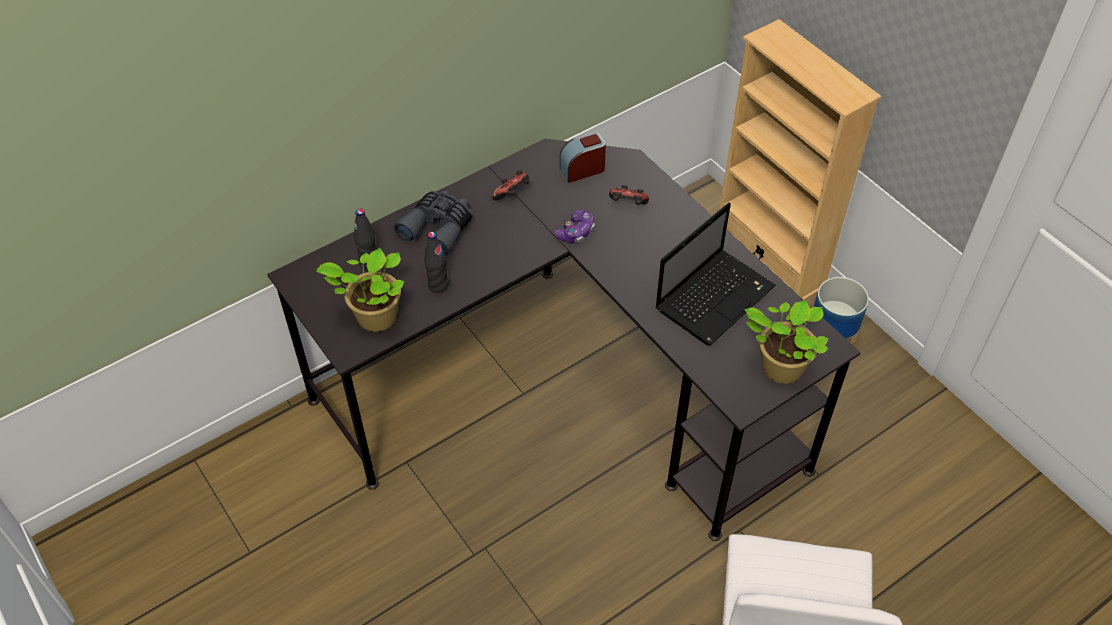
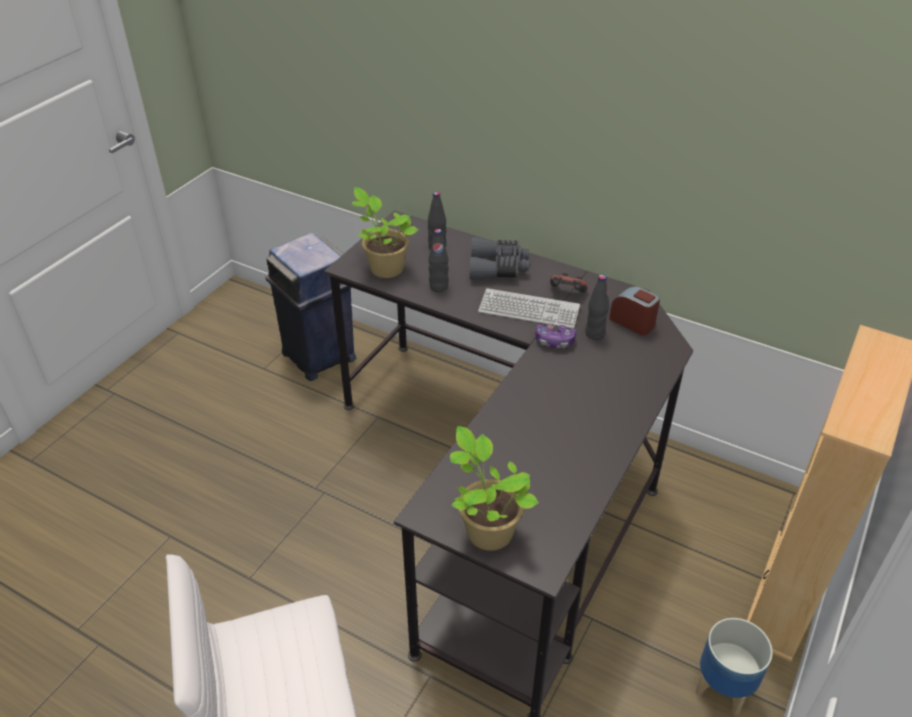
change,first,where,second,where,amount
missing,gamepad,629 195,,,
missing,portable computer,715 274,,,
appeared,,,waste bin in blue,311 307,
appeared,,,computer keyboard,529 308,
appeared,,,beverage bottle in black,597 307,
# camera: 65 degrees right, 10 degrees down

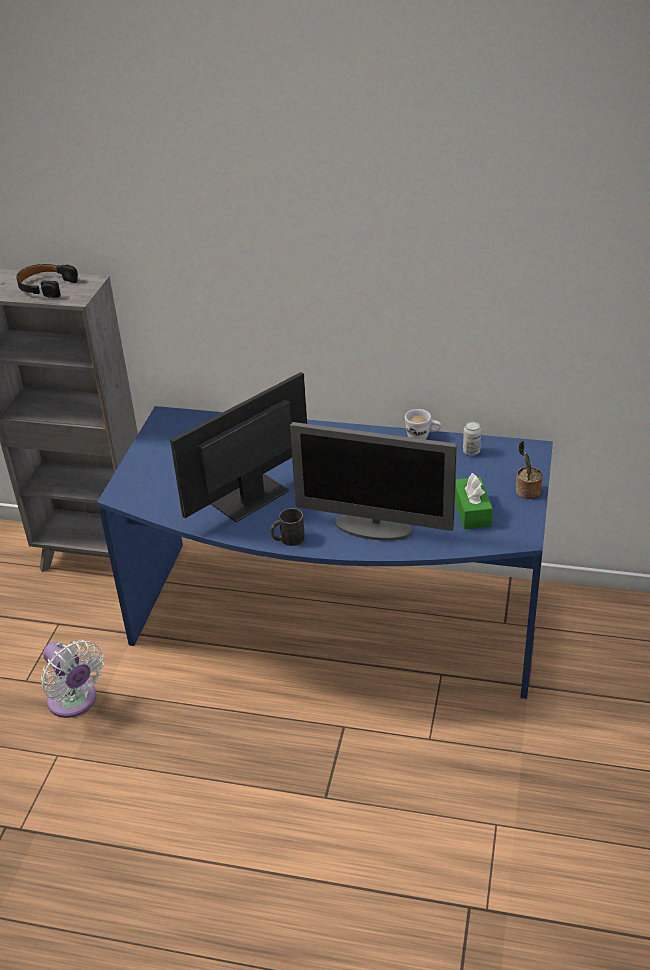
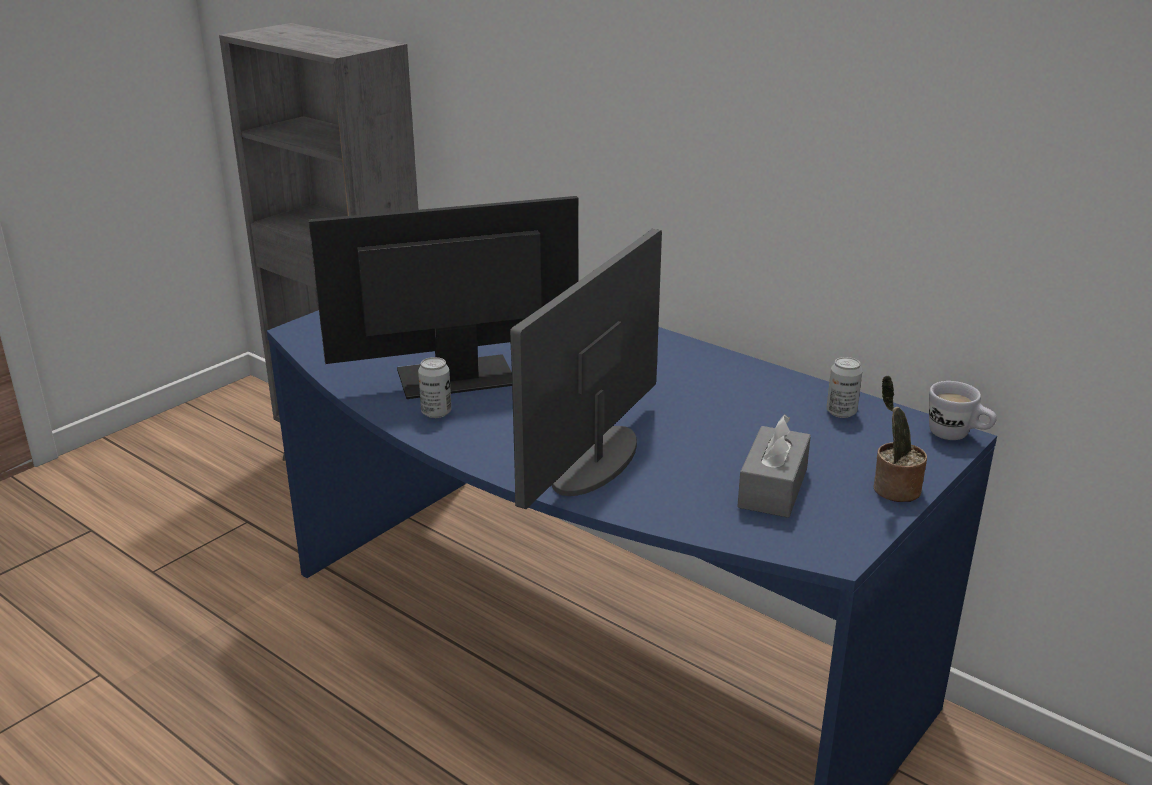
change,first,where,second,where,amount
missing,headset in black,47 281,,,
missing,electric fan in white,72 679,,,
missing,coffee mug in black,287 527,,,
appeared,,,sealed can,434 387,
relocated,coffee mug in white,423 424,,963 410,
colour,tissue box in green-coloured,474 501,tissue box in greyish,774 466,
spun,computer display,373 481,,586 369,75 degrees clockwise
# camera: 25 degrees right, 10 degrees down

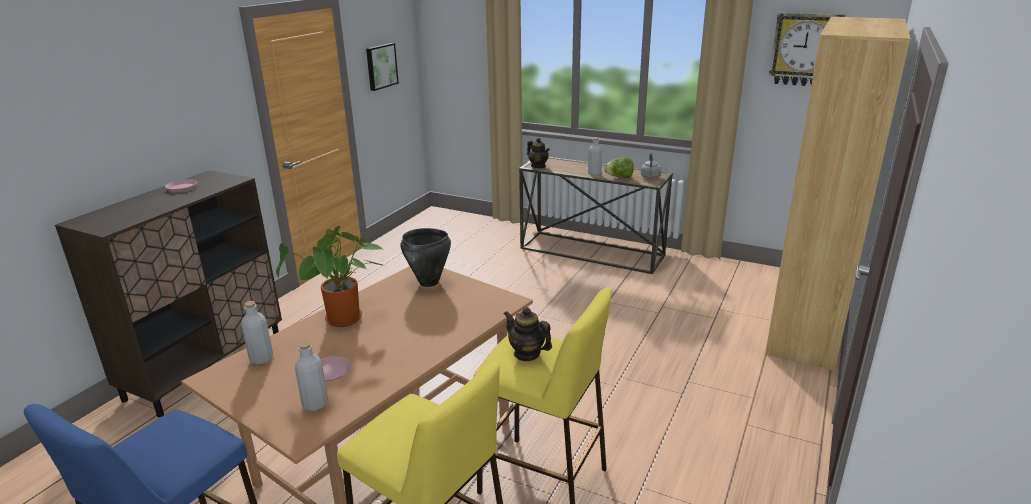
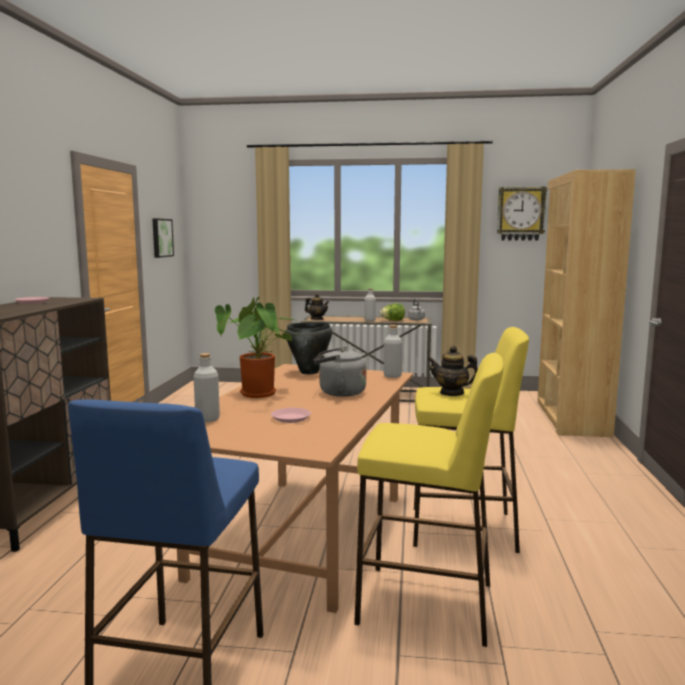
change,first,where,second,where,amount
appeared,,,water kettle in greyish,339 372,
relocated,beverage bottle in greyish,311 376,,393 351,
# camera: 20 degrees left, 15 degrees down

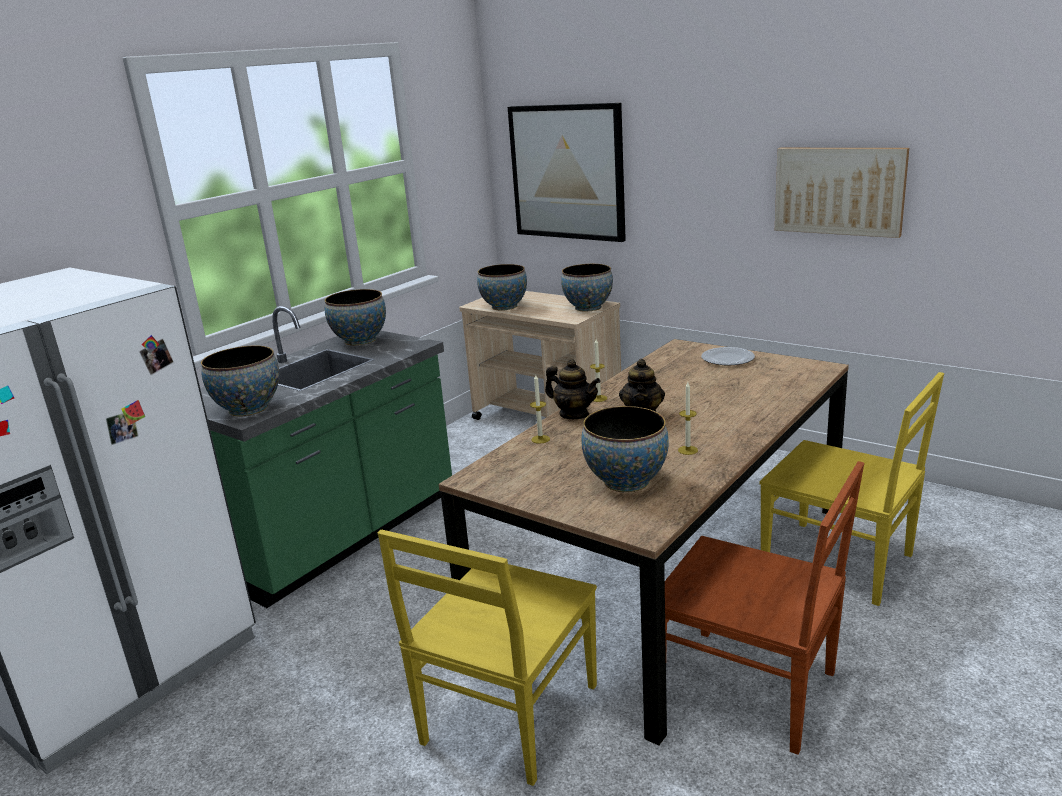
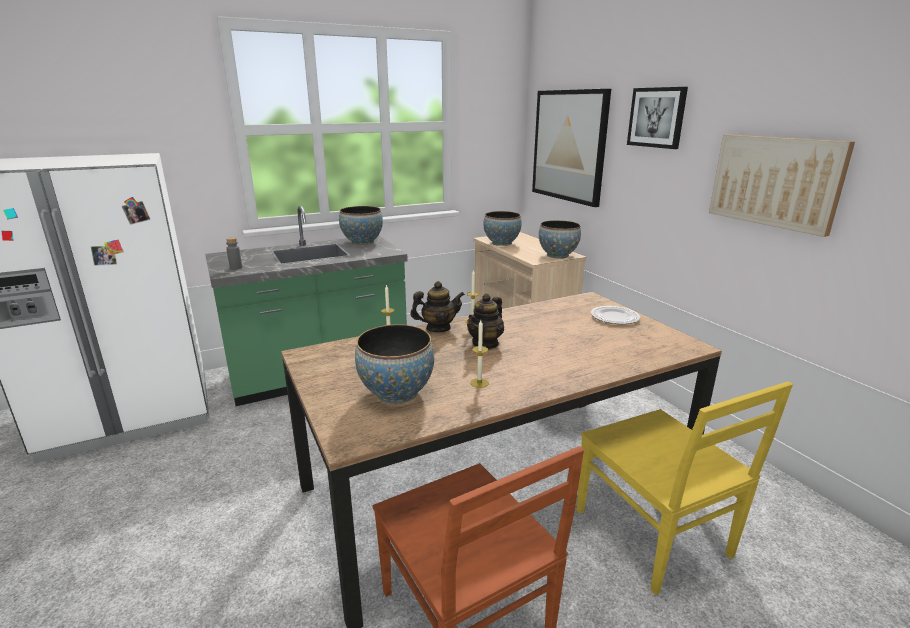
change,first,where,second,where,amount
missing,plain chair in yellowish,487 658,,,
appeared,,,wall picture,657 118,
exchanged,bowl,240 381,beverage bottle in greyish,234 253,
spun,teapot,573 389,,437 306,75 degrees counterclockwise
# camera: 25 degrees right, 0 degrees up

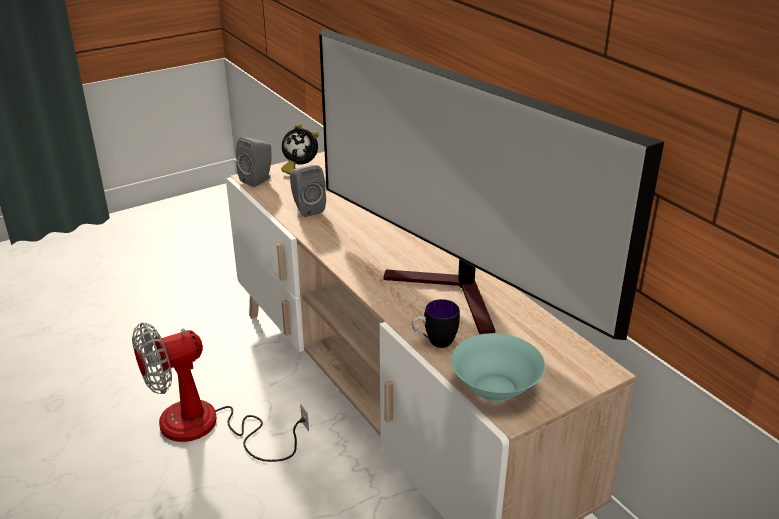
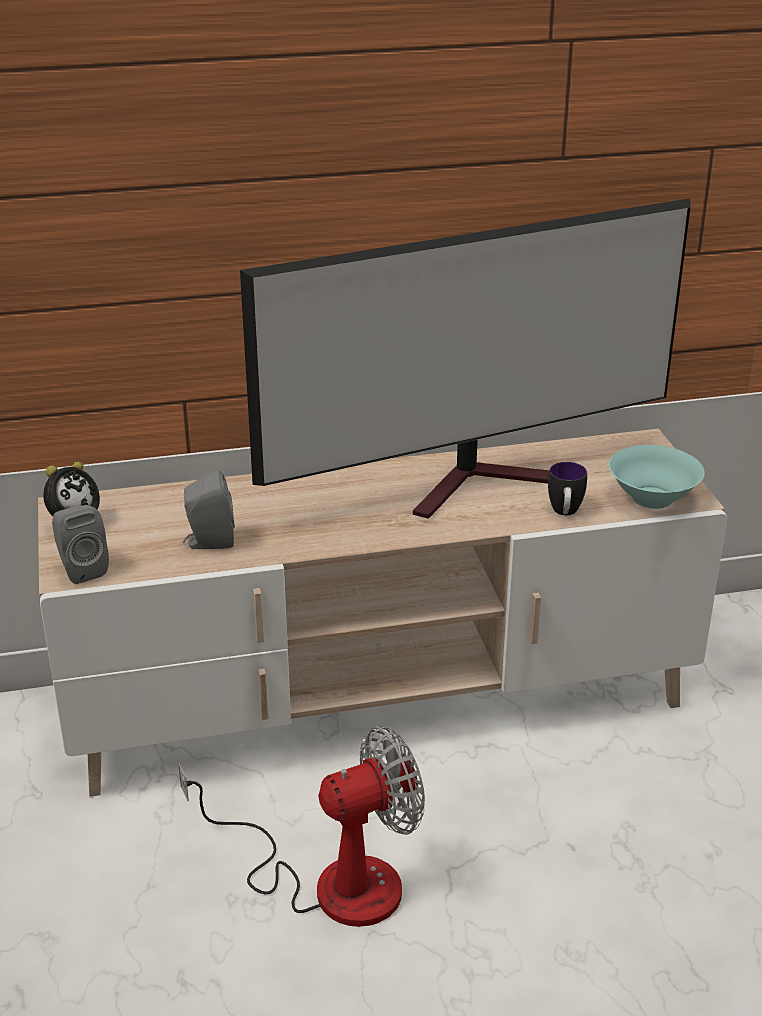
change,first,where,second,where,amount
spun,electric fan,220 392,,301 826,105 degrees counterclockwise
# camera: 70 degrees left, 0 degrees up

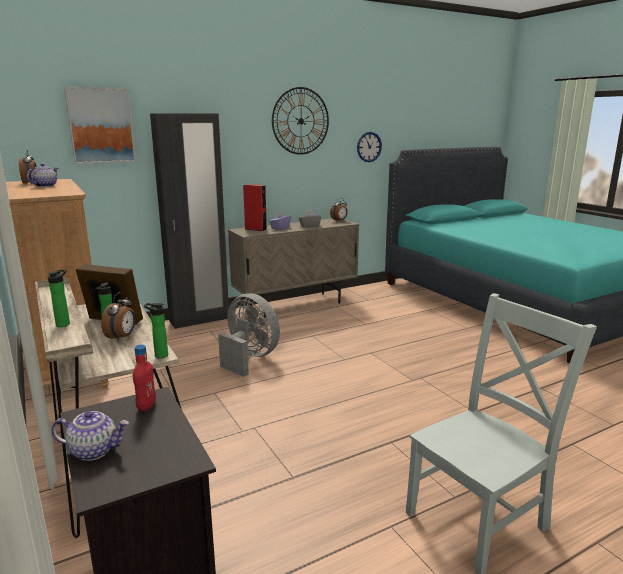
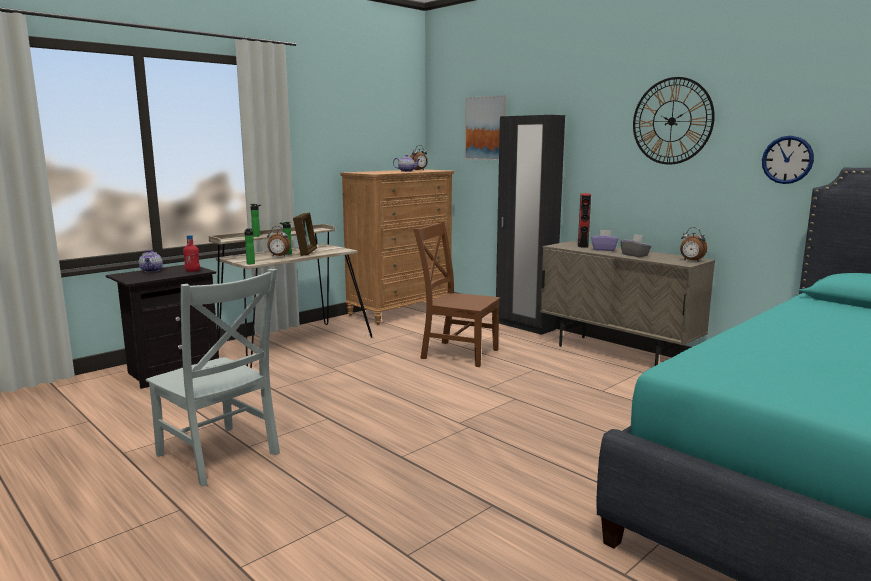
change,first,where,second,where,amount
exchanged,electric fan in greyish,249 335,plain chair in brownish,456 294,
# camera: 75 degrees right, 5 degrees down

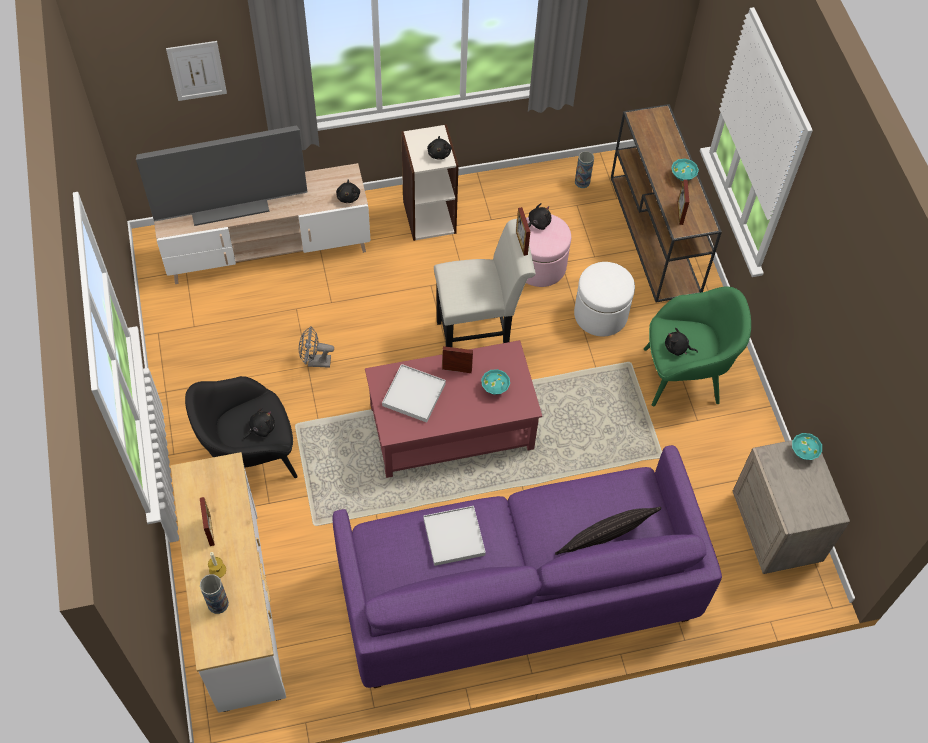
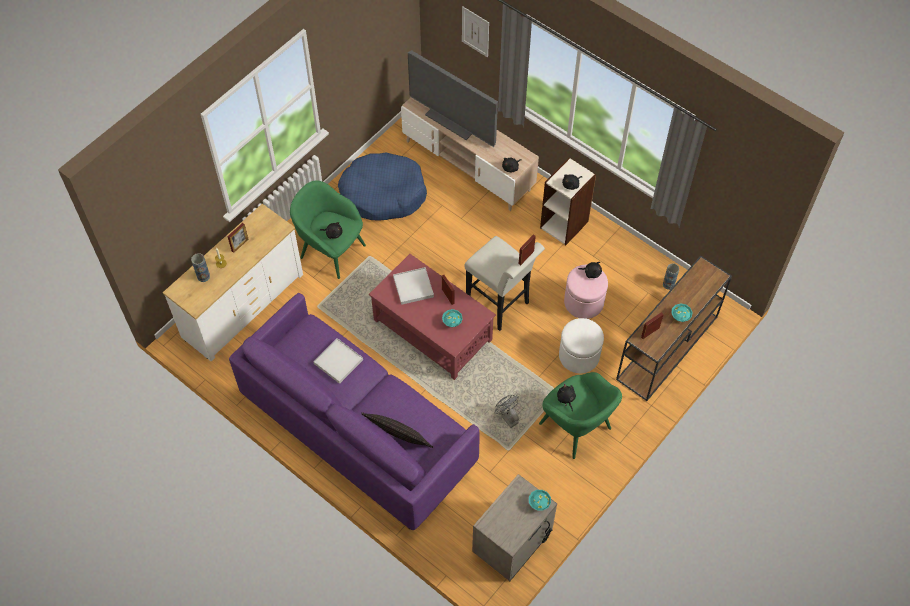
change,first,where,second,where,amount
appeared,,,dog bed in blue,382 186,
relocated,electric fan in greyish,316 347,,507 411,
colour,easy chair in black,241 427,easy chair in green-coloured,328 229,
# camera: 55 degrees right, 0 degrees up

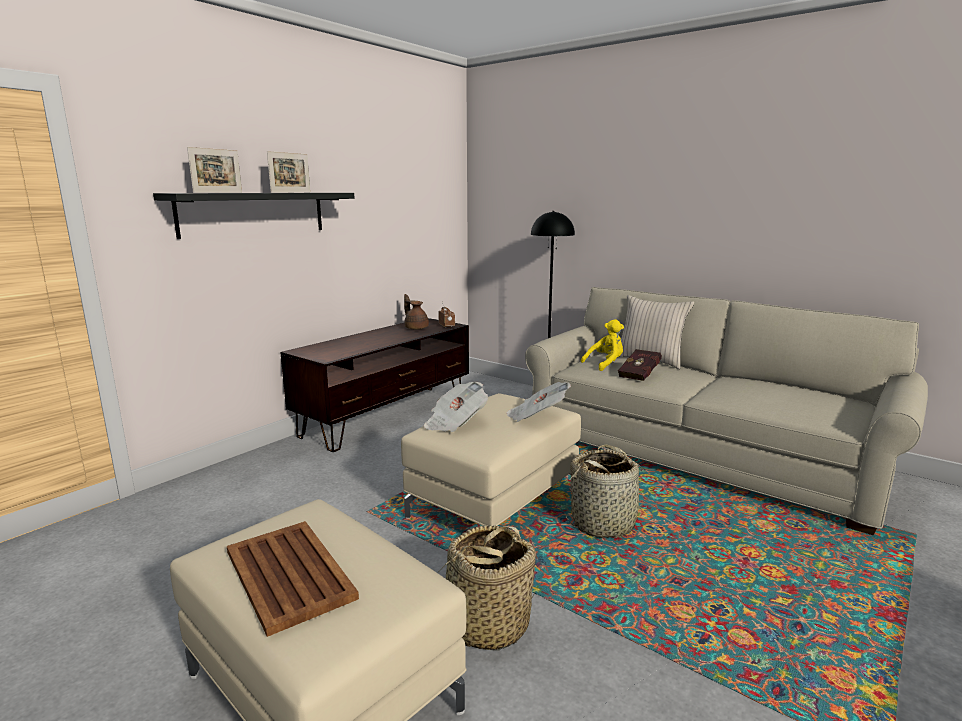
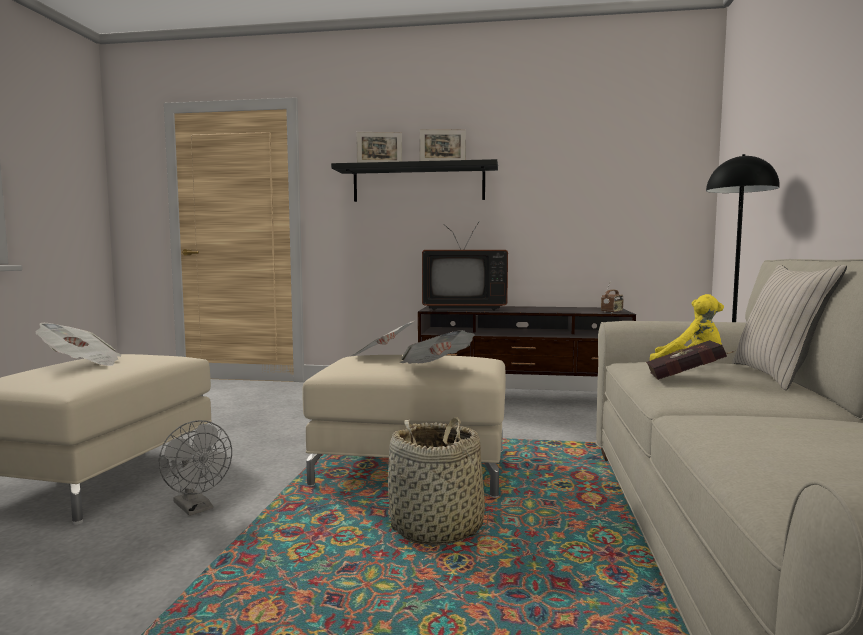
change,first,where,second,where,amount
missing,teapot in brownish,416 312,,,
appeared,,,television,465 266,
exchanged,serving tray in brownish,293 579,printed paper,78 344,
exchanged,storage basket,487 587,electric fan in greyish,195 468,
# camera: 60 degrees right, 10 degrees down

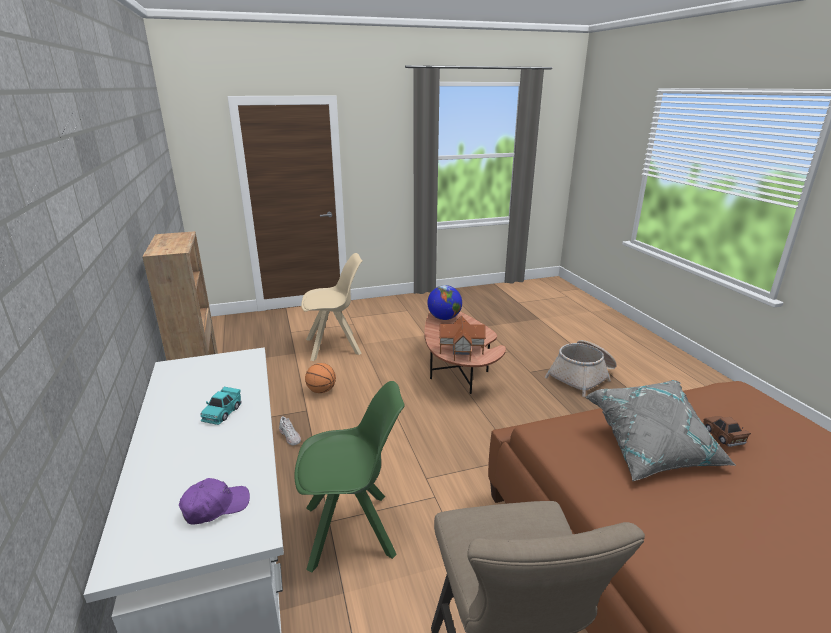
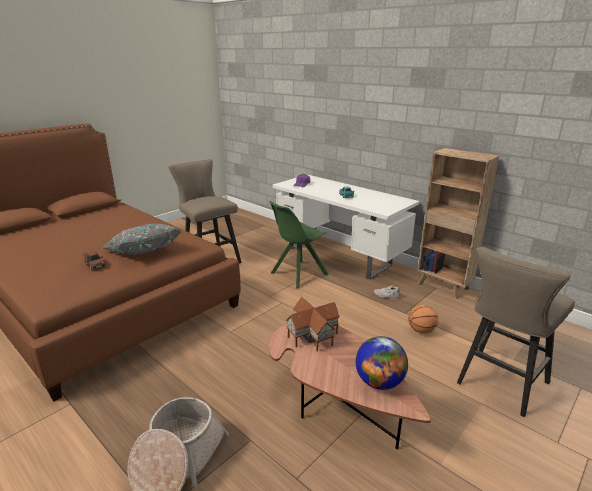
change,first,where,second,where,amount
exchanged,plain chair in beige-coloured,332 307,stool seat in beige-coloured,516 332,
# camera: 150 degrees right, 0 degrees up

